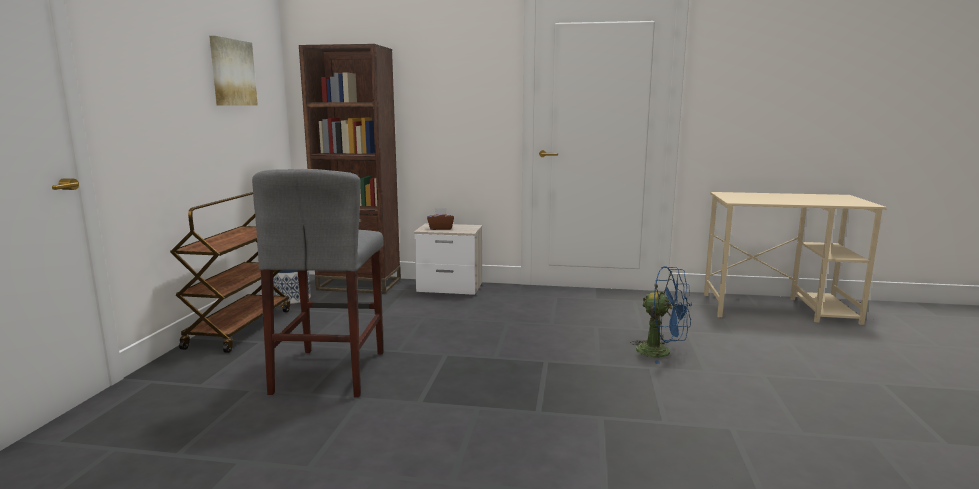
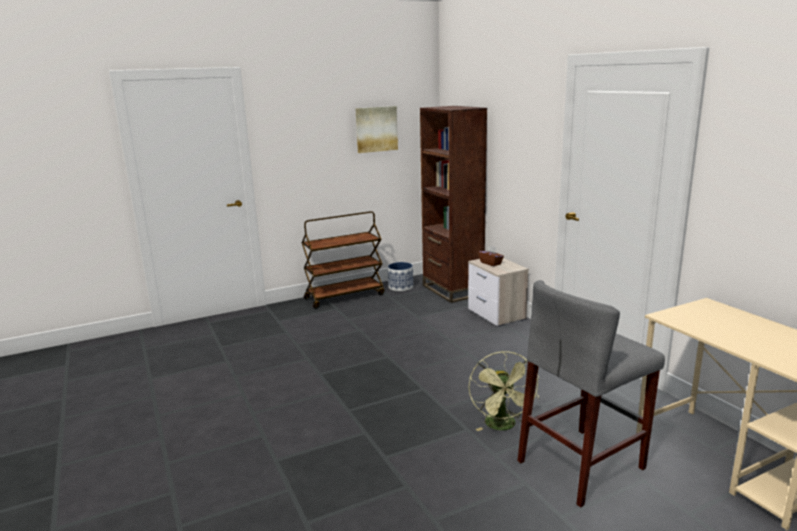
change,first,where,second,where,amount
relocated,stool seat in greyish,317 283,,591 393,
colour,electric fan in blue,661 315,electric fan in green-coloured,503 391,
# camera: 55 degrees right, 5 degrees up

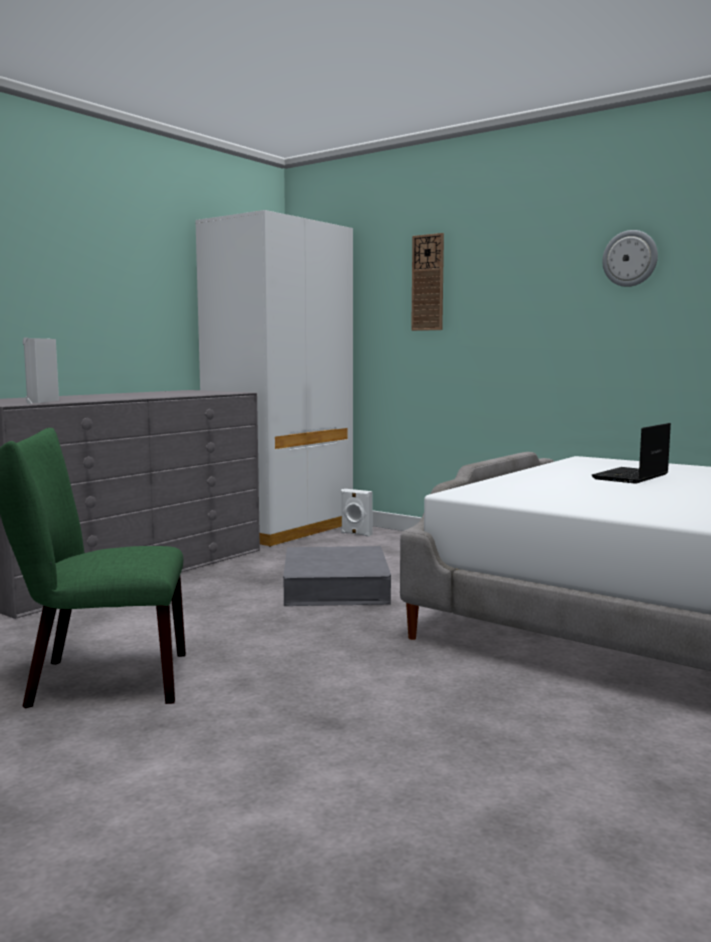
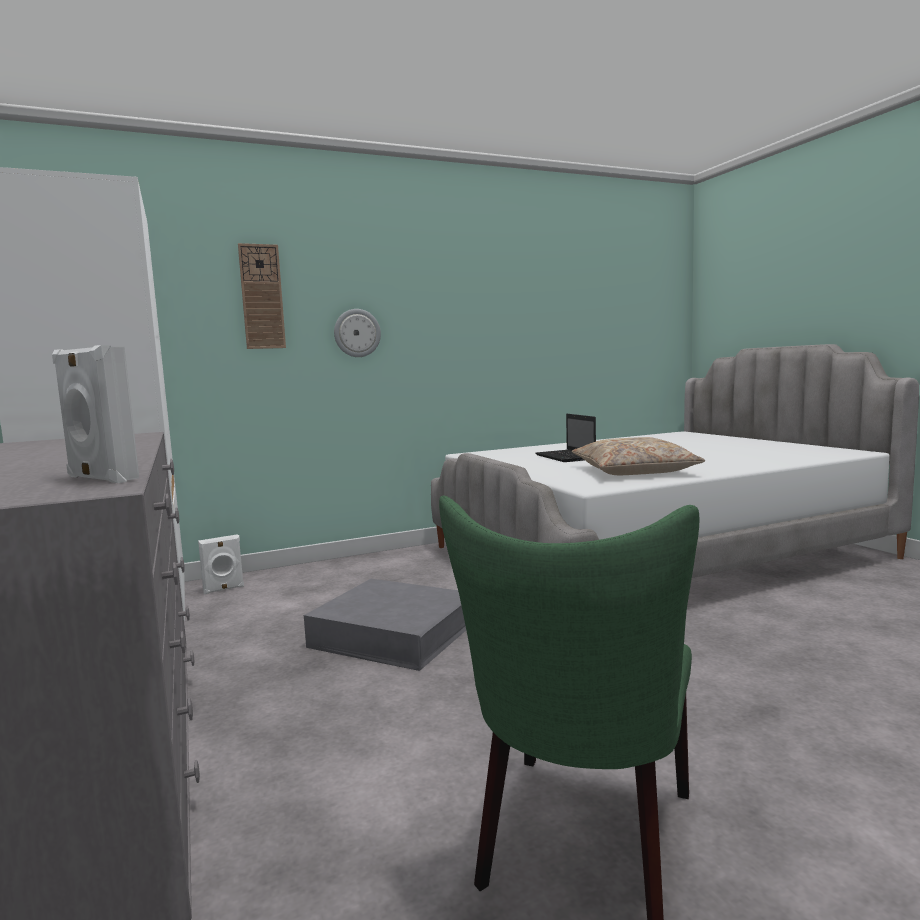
change,first,where,second,where,amount
appeared,,,cushion in beige-coloured,638 456,
relocated,wall clock,630 258,,357 333,
# camera: 60 degrees left, 0 degrees up

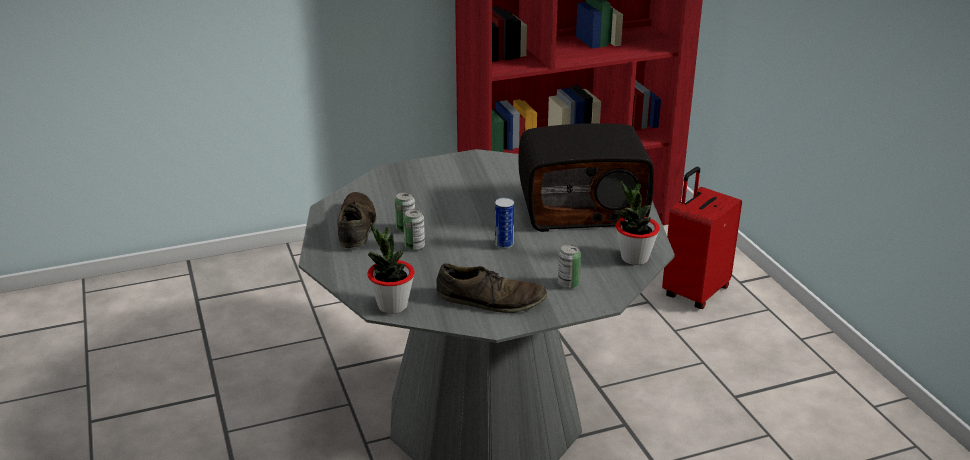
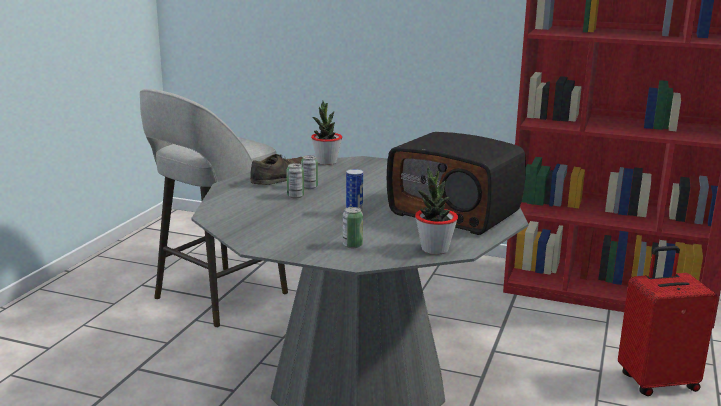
change,first,where,second,where,amount
missing,shoe in brownish,491 288,,,
appeared,,,stool seat in greyish,214 208,
relocated,potted plant,391 268,,326 133,
# camera: 40 degrees right, 10 degrees down

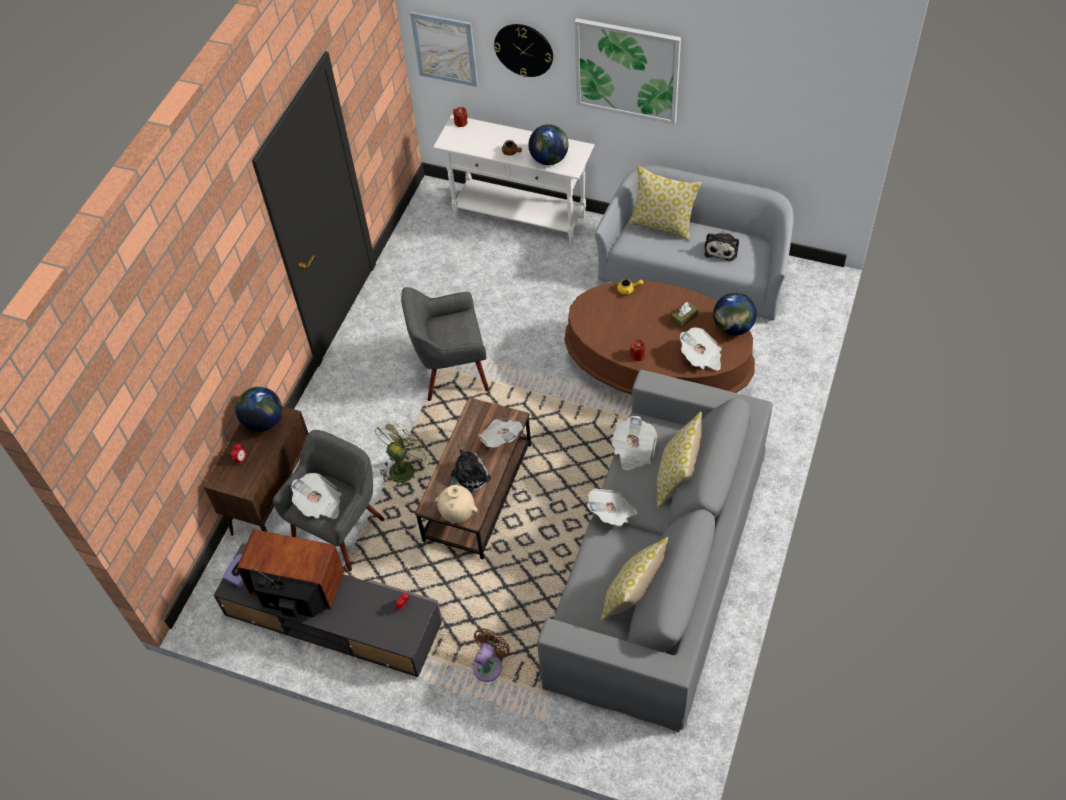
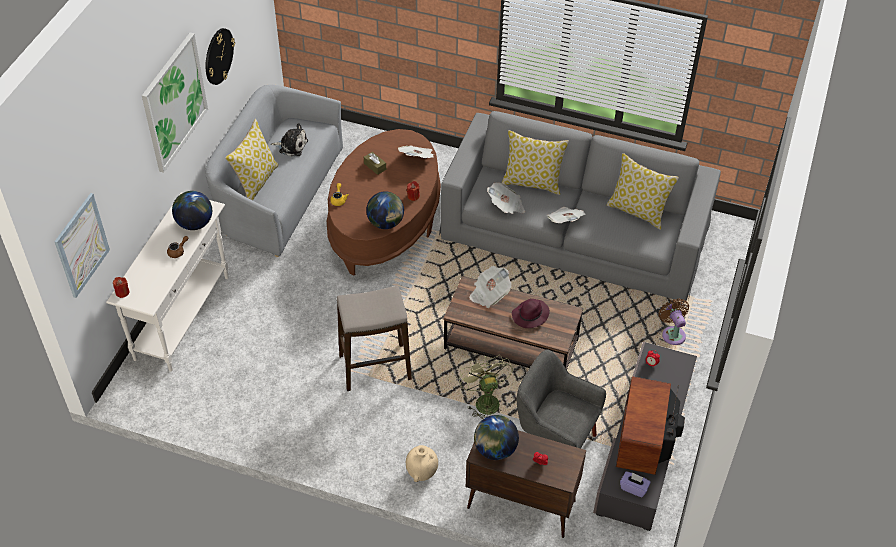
change,first,where,second,where,amount
missing,printed paper,316 496,,,
relocated,vase in beige-coloured,456 504,,422 463,
relocated,wall clock,523 50,,220 56,
relocated,globe,735 314,,385 210,
exchanged,easy chair in greyish,445 344,stool seat,374 338,
exchanged,plush toy,471 471,wearable hat in purple,531 313,
spun,electric fan in green-coloured,402 452,,486 387,45 degrees clockwise
spun,electric fan in brownish,491 655,,674 322,45 degrees clockwise
# camera: 95 degrees left, 5 degrees down

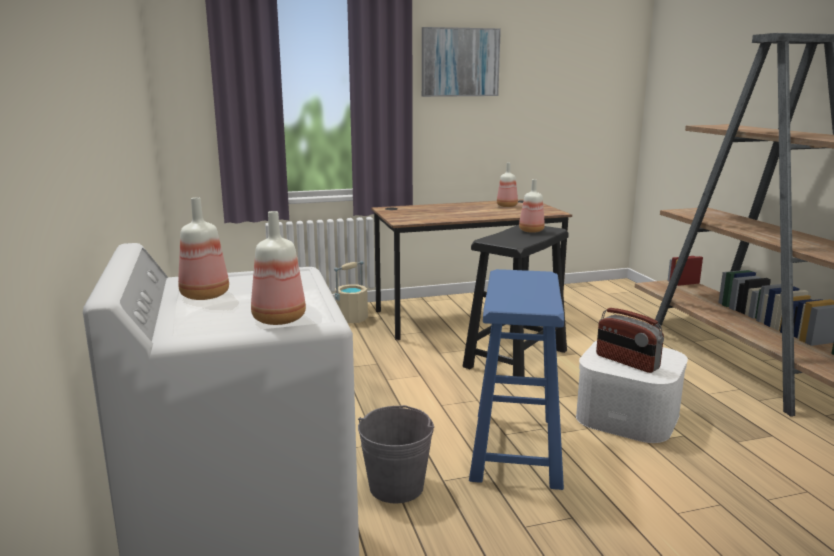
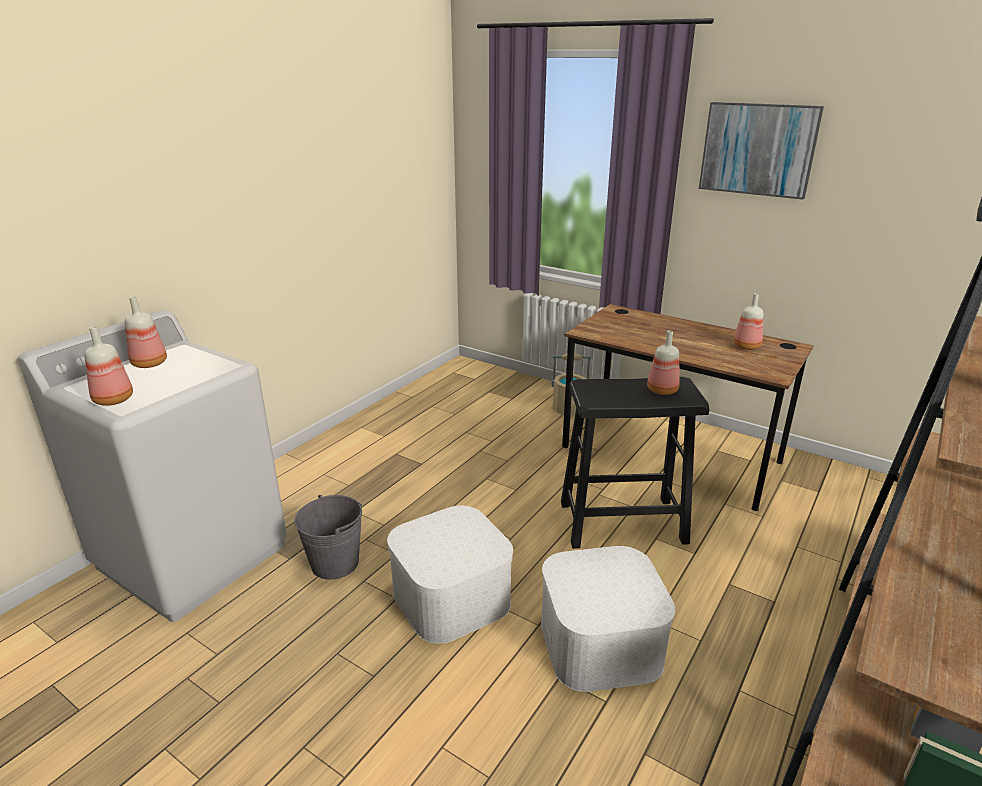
change,first,where,second,where,amount
missing,radio set,630 340,,,
exchanged,stool seat in blue,516 379,storage container in white,450 575,
# camera: 50 degrees right, 10 degrees up

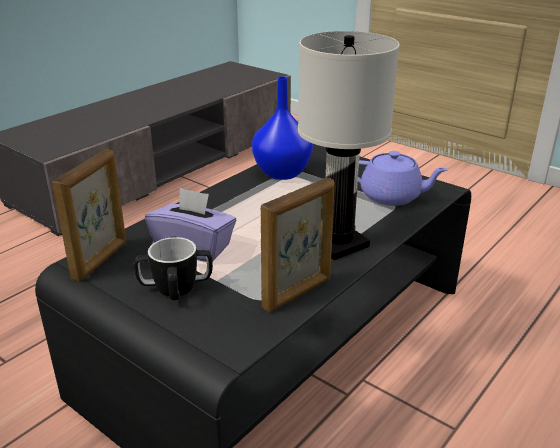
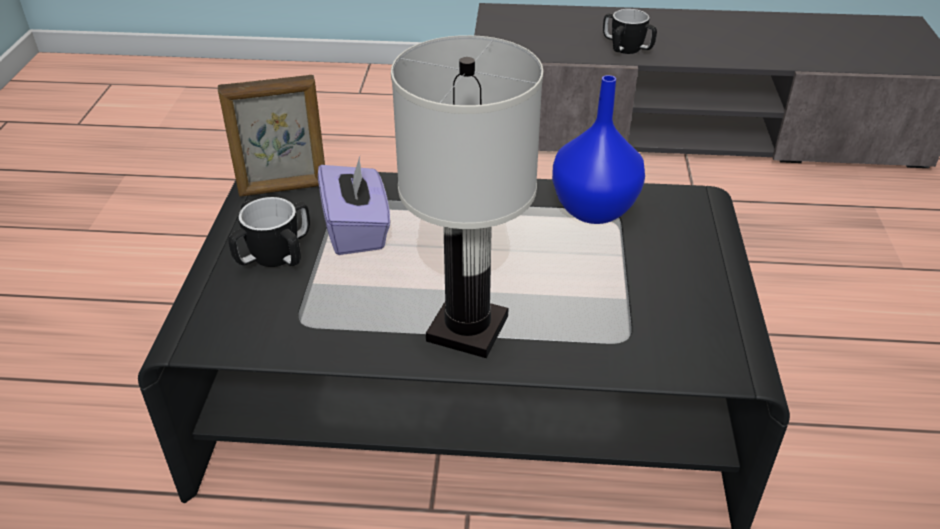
change,first,where,second,where,amount
missing,photo frame,297 245,,,
missing,teapot in purple,403 178,,,
appeared,,,coffee mug,630 31,
# camera: 55 degrees right, 10 degrees up

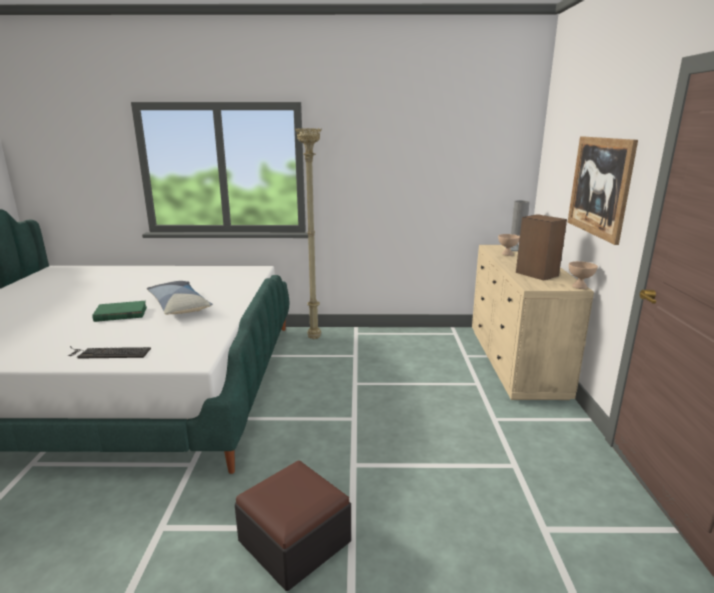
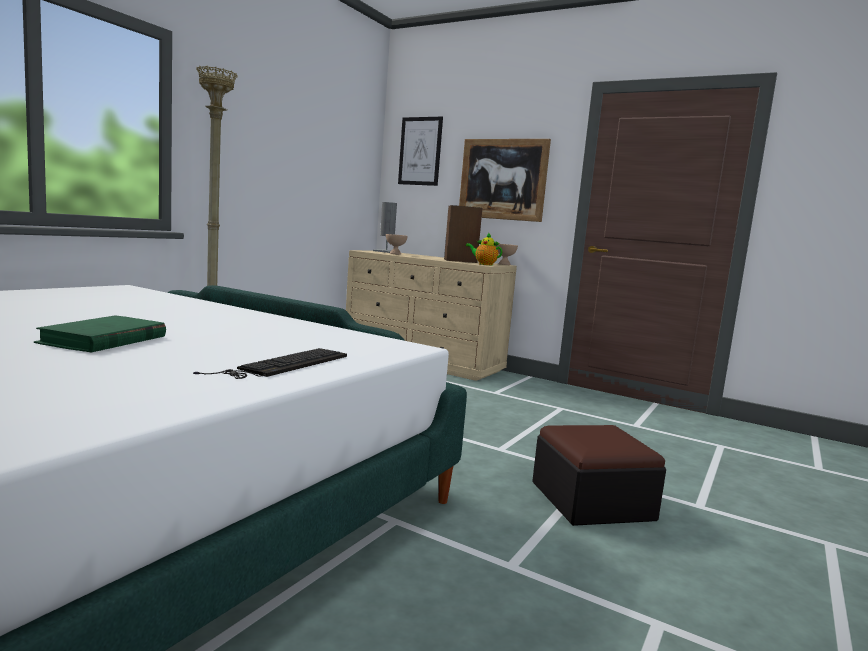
change,first,where,second,where,amount
missing,cushion,180 298,,,
appeared,,,wall picture,420 151,
appeared,,,teapot,484 249,
# camera: 60 degrees left, 10 degrees down

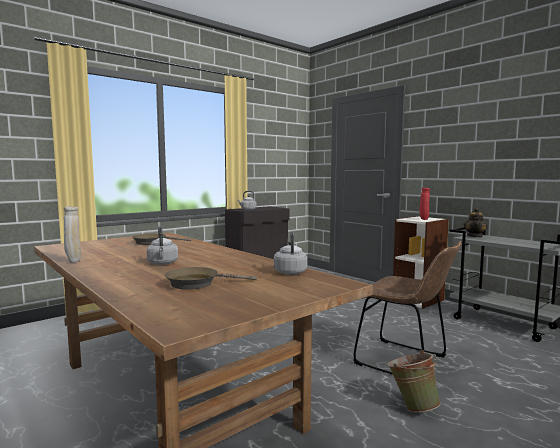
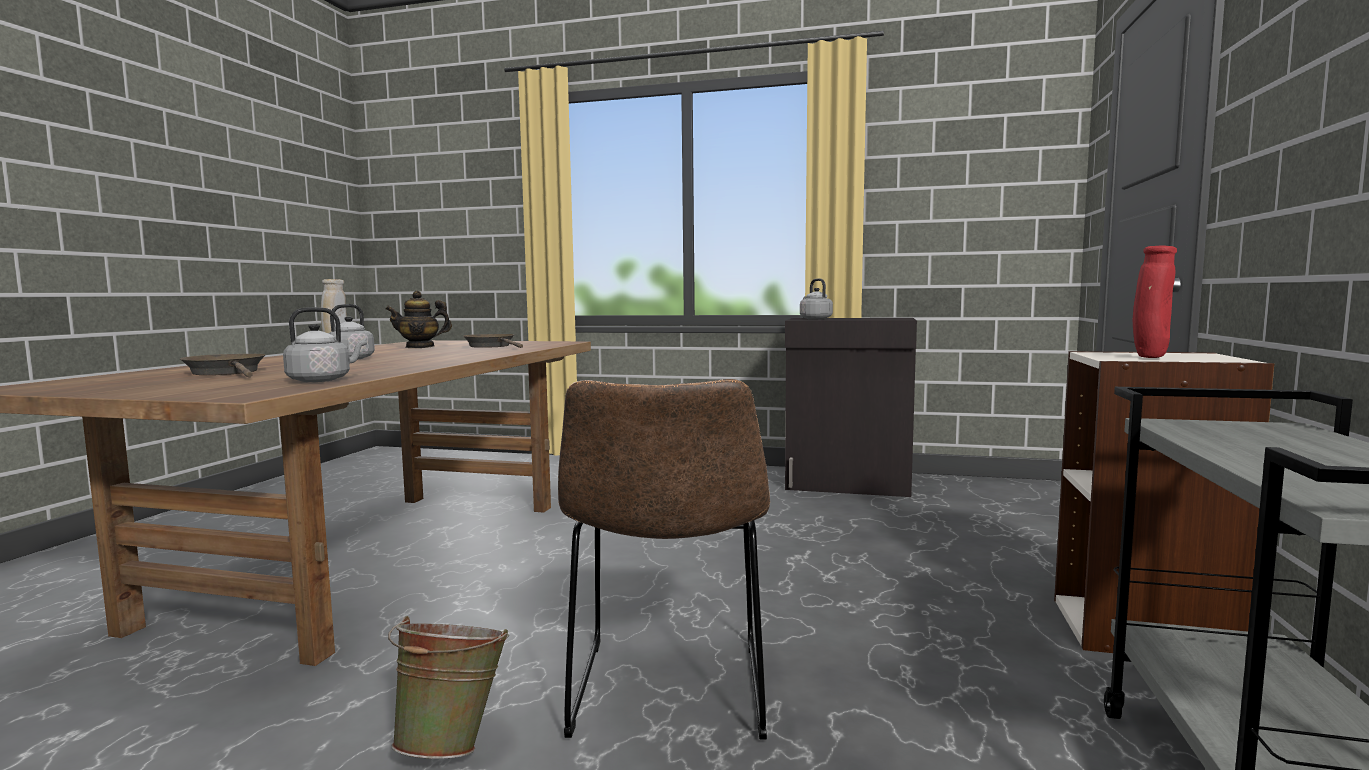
change,first,where,second,where,amount
relocated,teapot,476 222,,419 319,
# camera: 55 degrees right, 0 degrees up

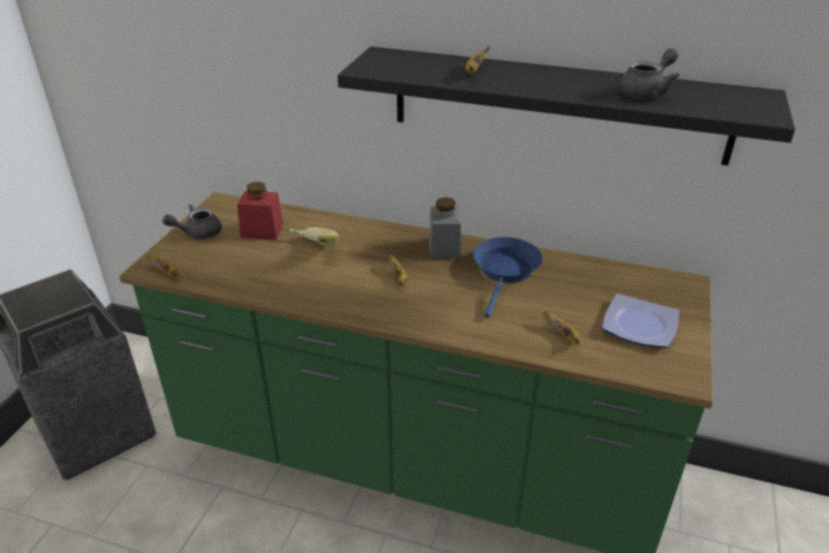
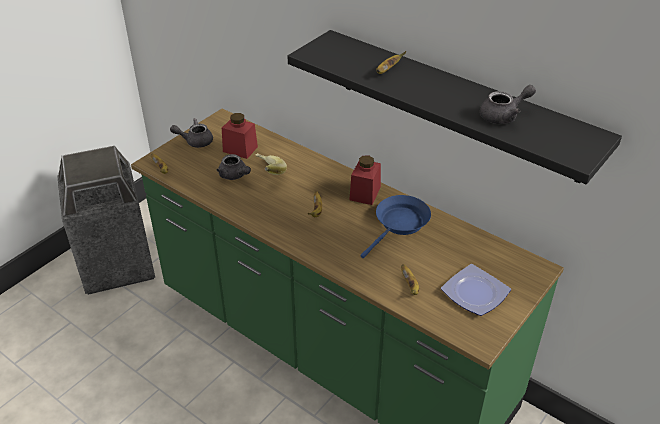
change,first,where,second,where,amount
appeared,,,teapot in greyish,234 167,
colour,storage jar in greyish,445 228,storage jar in red-coloured,365 180,
# camera: 20 degrees right, 5 degrees up

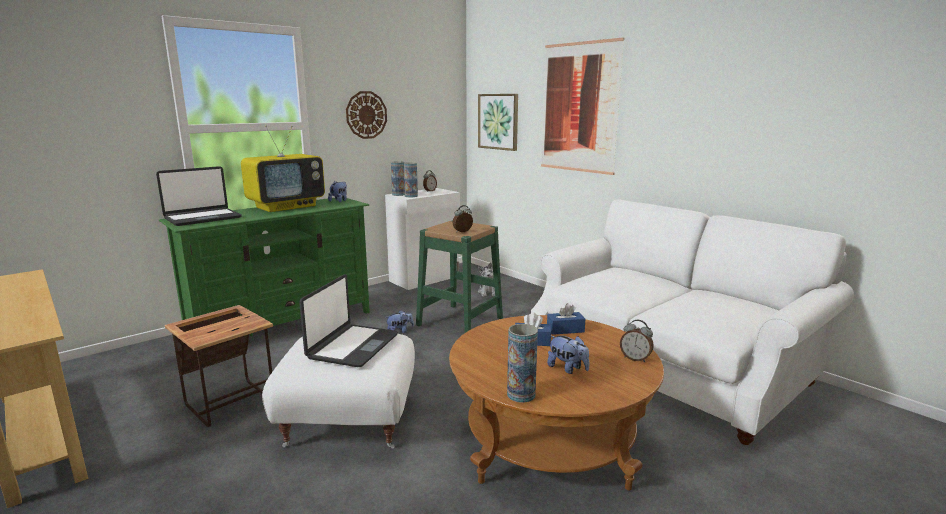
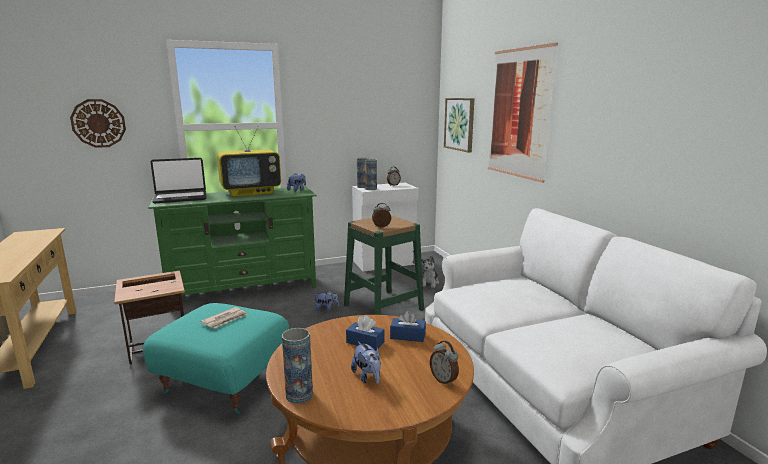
change,first,where,second,where,amount
relocated,wall clock,366 115,,98 123,
exchanged,portable computer,348 320,printed paper,223 317,
colour,pouffe in white,338 391,pouffe in blue-green,216 359,
# camera: 20 degrees right, 0 degrees up

